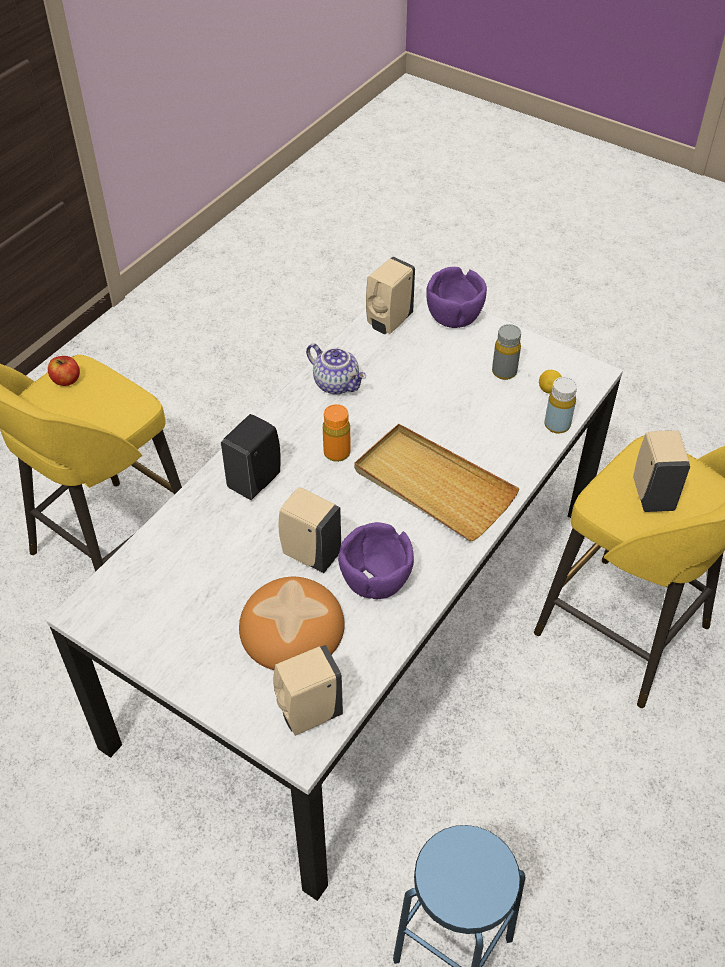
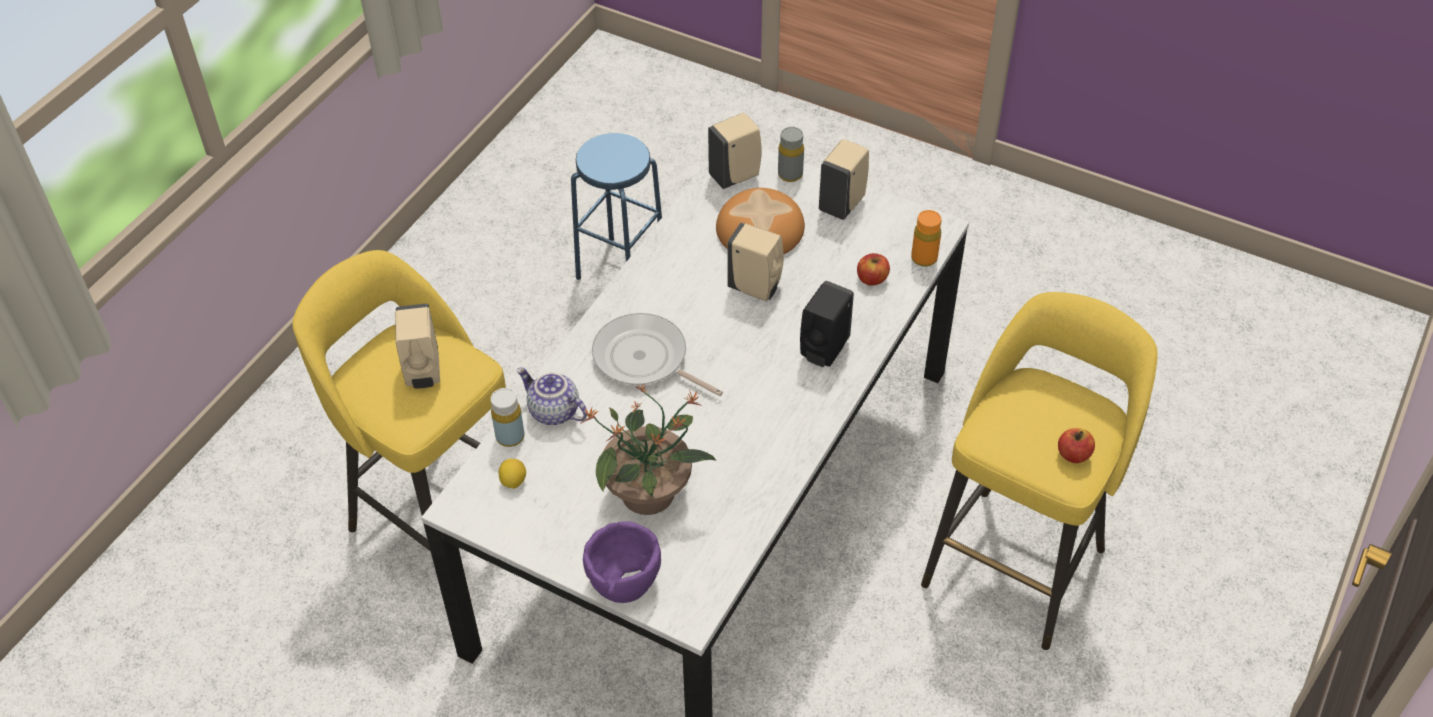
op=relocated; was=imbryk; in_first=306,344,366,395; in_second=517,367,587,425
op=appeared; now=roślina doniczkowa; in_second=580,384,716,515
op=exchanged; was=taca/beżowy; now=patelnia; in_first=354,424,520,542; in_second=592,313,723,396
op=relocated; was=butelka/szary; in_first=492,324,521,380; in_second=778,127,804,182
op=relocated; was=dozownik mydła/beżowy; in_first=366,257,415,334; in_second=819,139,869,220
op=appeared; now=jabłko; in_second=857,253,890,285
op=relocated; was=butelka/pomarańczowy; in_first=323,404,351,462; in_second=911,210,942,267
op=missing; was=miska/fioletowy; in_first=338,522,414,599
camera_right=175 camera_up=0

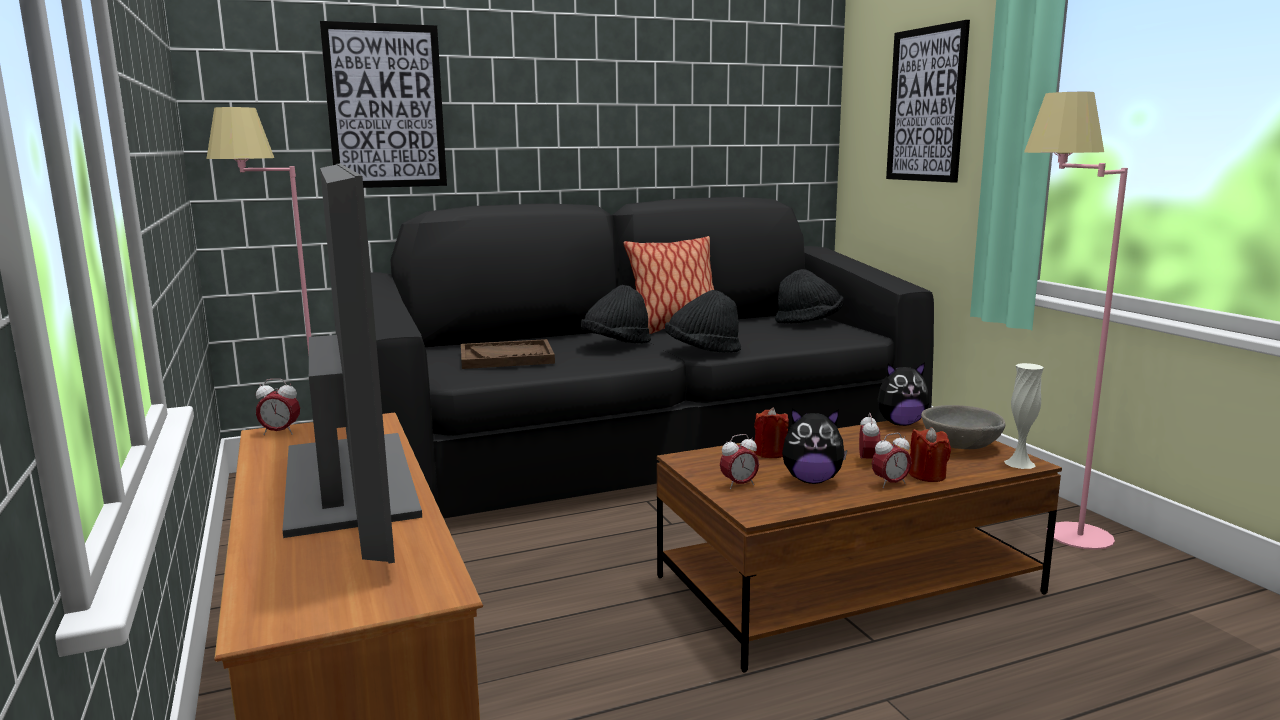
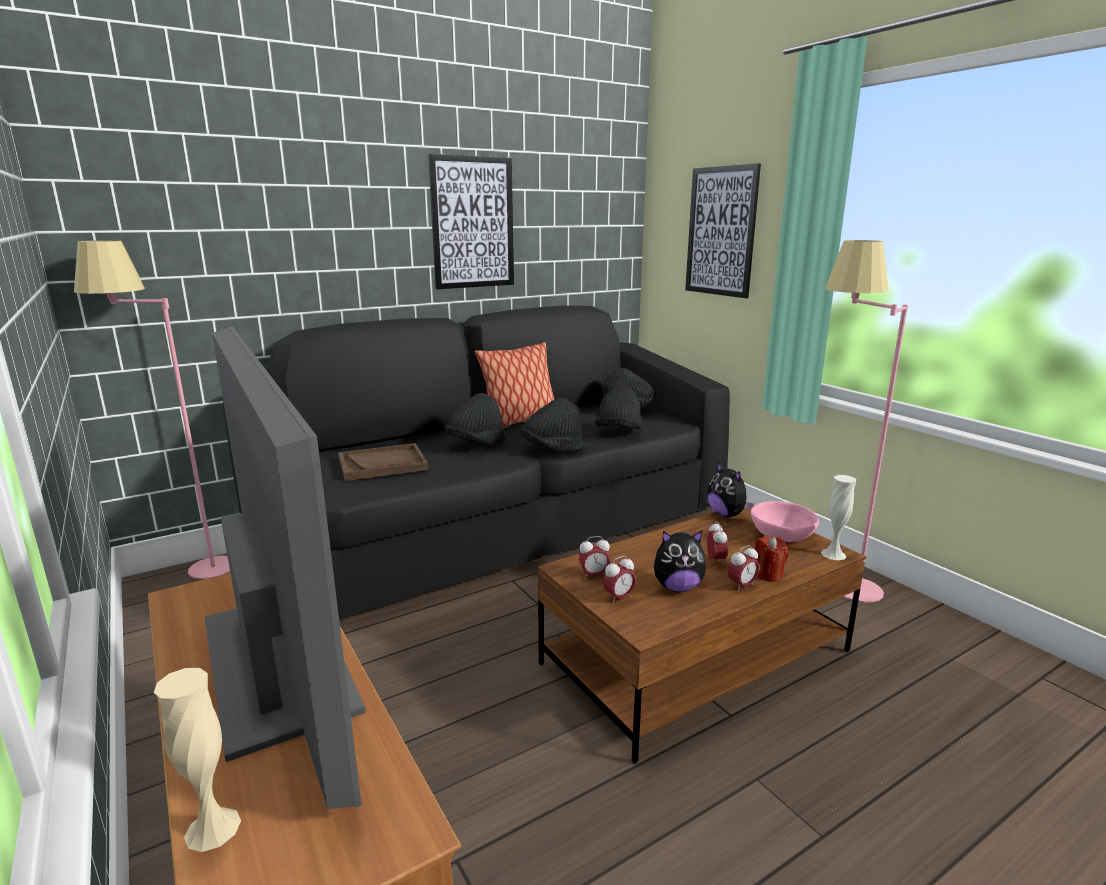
op=appeared; now=wazon/beżowy; in_second=154,668,241,852
op=relocated; was=obraz; in_first=320,21,447,188; in_second=428,154,514,289
op=relocated; was=budzik; in_first=256,379,300,435; in_second=579,536,610,579
op=appeared; now=kapelusz/czarny; in_second=595,383,642,429
op=spun; was=pluszak; in_first=877,362,929,426; in_second=707,461,754,517; clockwise=75
op=colour; was=miska/szary; now=miska/różowy; in_first=921,405,1005,449; in_second=751,501,819,542
op=missing; was=świeca/czerwony; in_first=754,408,789,458
camera_right=-10 camera_up=5

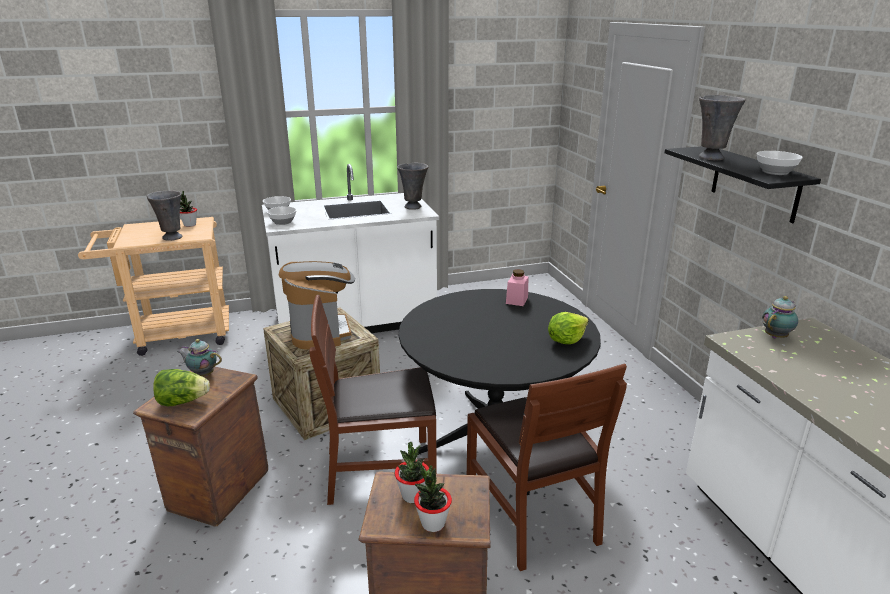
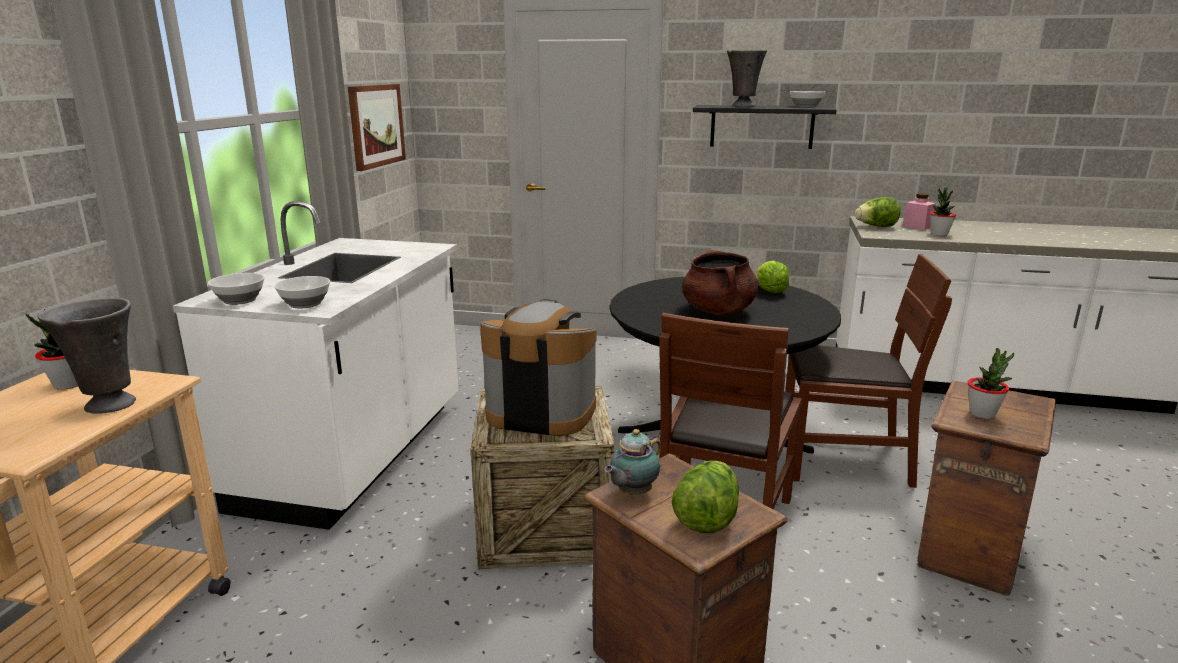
op=appeared; now=obraz; in_second=348,84,406,171
op=appeared; now=garnek/brązowy; in_second=682,250,759,315
op=exchanged; was=imbryk; now=sałata; in_first=762,296,798,338; in_second=855,197,900,227
op=relocated; was=słoik/różowy; in_first=506,269,528,306; in_second=902,193,936,230
op=relocated; was=roślina doniczkowa; in_first=414,460,452,532; in_second=929,187,956,236
op=missing; was=wazon/szary; in_first=397,163,428,210
camera_right=-60 camera_up=-5

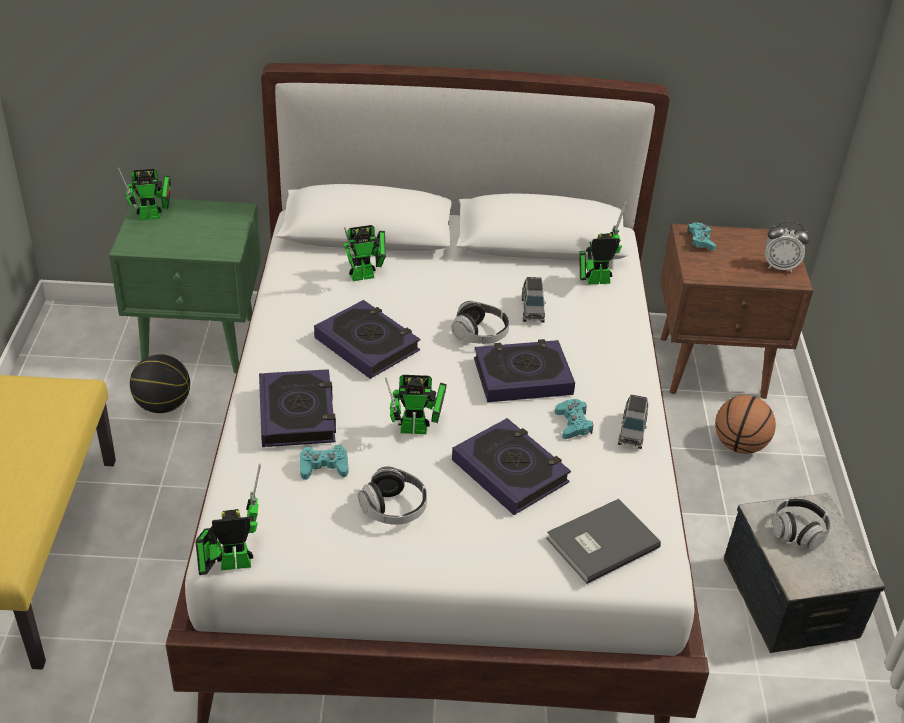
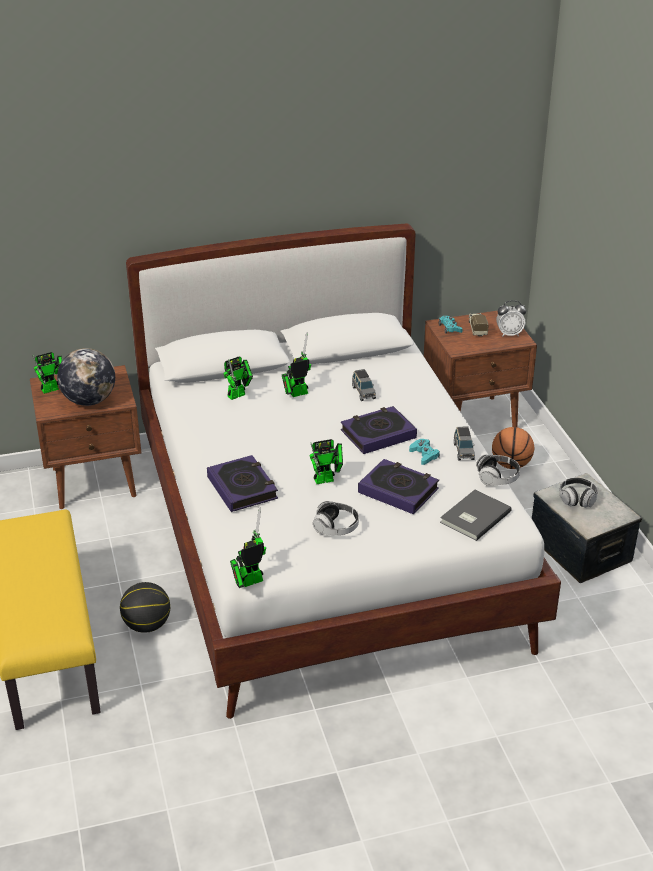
op=colour; was=szafka nocna/zielony; now=szafka nocna/brązowy; in_first=109,197,261,374; in_second=30,365,141,509
op=appeared; now=globus; in_second=57,348,115,406
op=relocated; was=piłka do koszykówki; in_first=130,354,190,413; in_second=120,582,170,633
op=relocated; was=robot zabawkowy; in_first=579,200,627,284; in_second=282,332,311,397
op=appeared; now=ciężarówka zabawkowa; in_second=468,313,489,337
op=relocated; was=słuchawki; in_first=452,300,509,344; in_second=476,455,520,486
op=missing; was=pad do gier/turkusowy; in_first=300,445,348,480
op=missing; was=książka; in_first=314,300,420,379
camera_right=-15 camera_up=-5

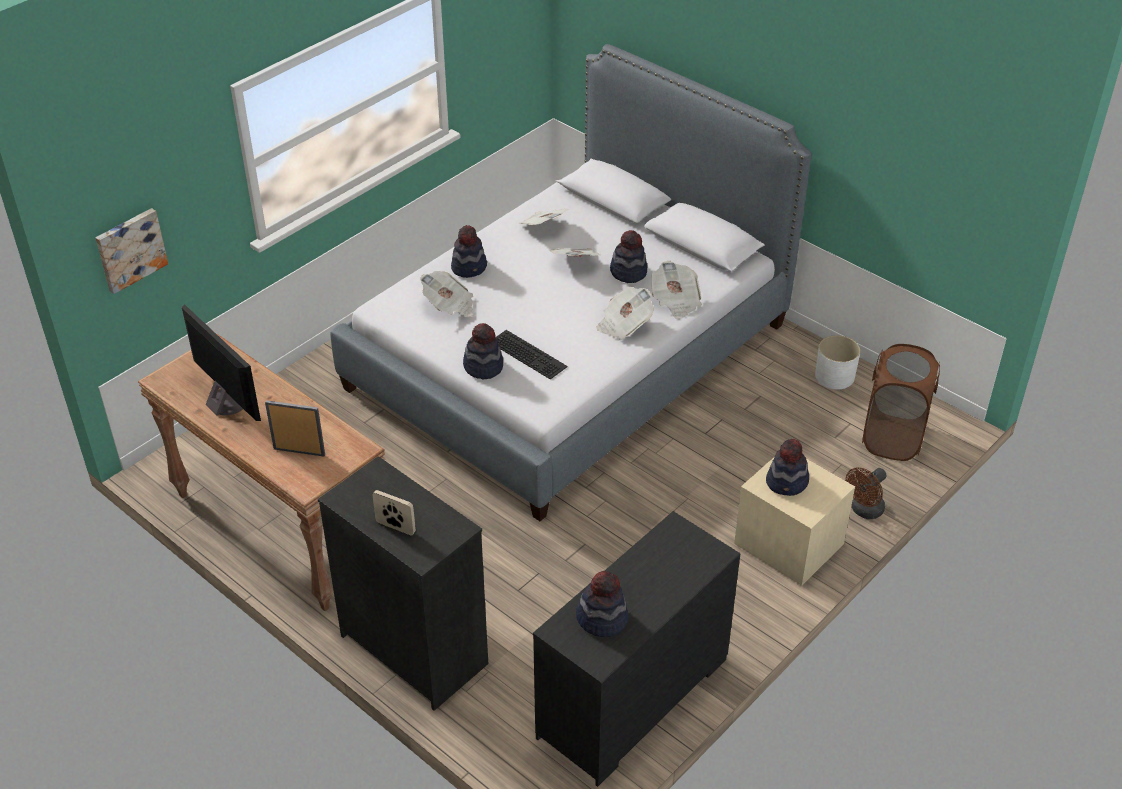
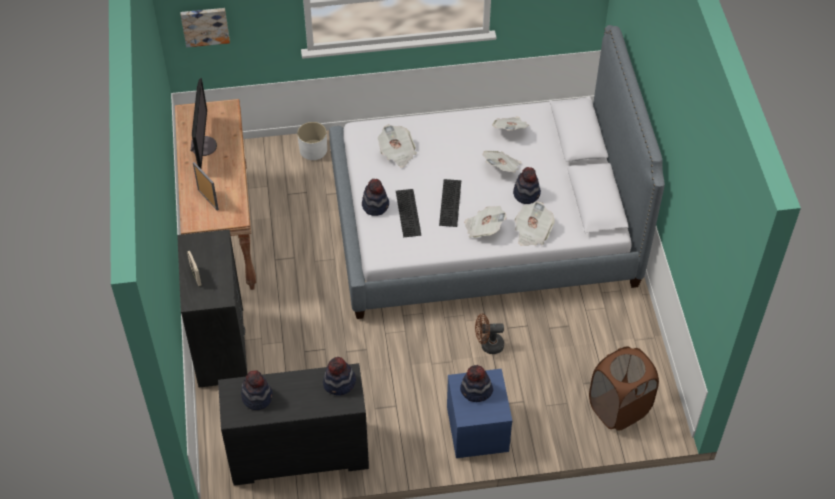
op=relocated; was=donica/biały; in_first=815,335,860,389; in_second=297,122,327,160
op=relocated; was=kapelusz; in_first=451,225,487,278; in_second=323,357,356,396
op=appeared; now=klawiatura; in_second=439,179,461,227
op=colour; was=szafka nocna/beżowy; now=szafka nocna/niebieski; in_first=734,457,855,586; in_second=447,369,512,458
op=relocated; was=wentylator/brązowy; in_first=845,467,887,519; in_second=475,314,504,354
camera_right=40 camera_up=10

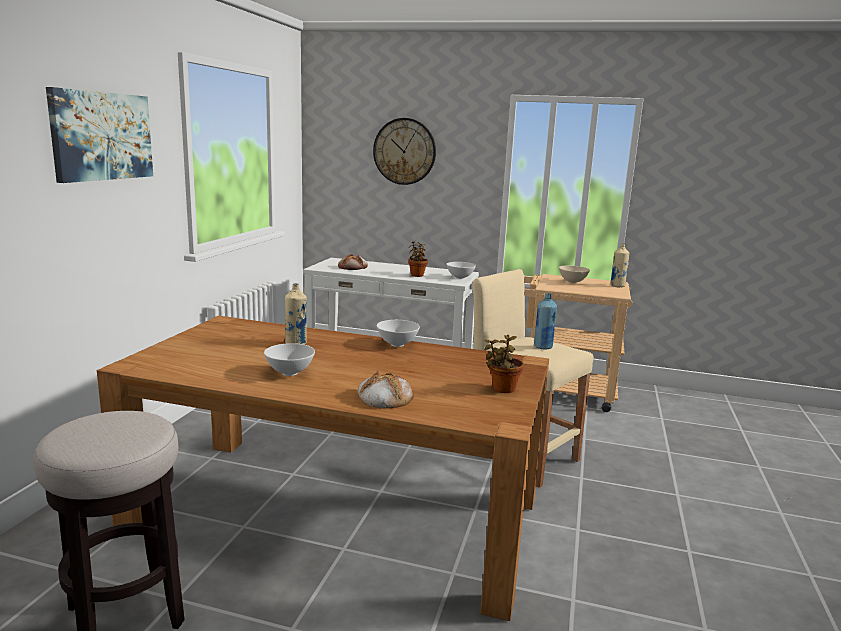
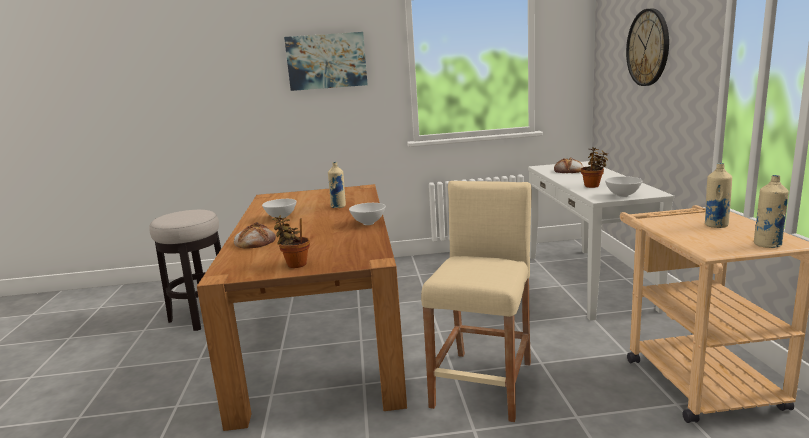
op=exchanged; was=miska/beżowy; now=butelka/beżowy; in_first=559,266,590,284; in_second=705,163,732,228
op=missing; was=butelka/niebieski; in_first=534,293,557,349
camera_right=70 camera_up=0

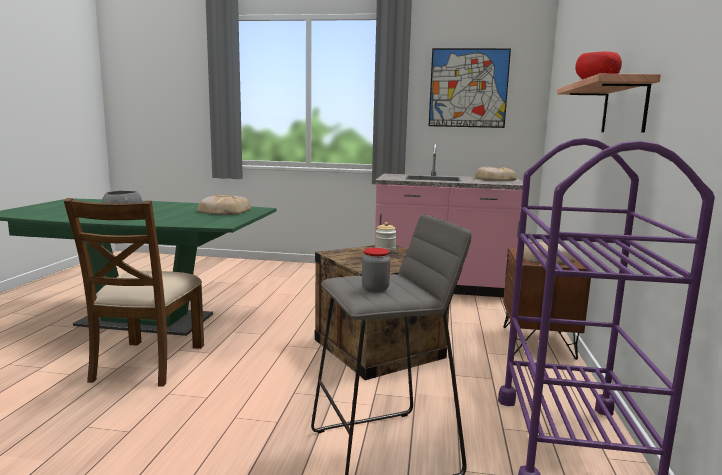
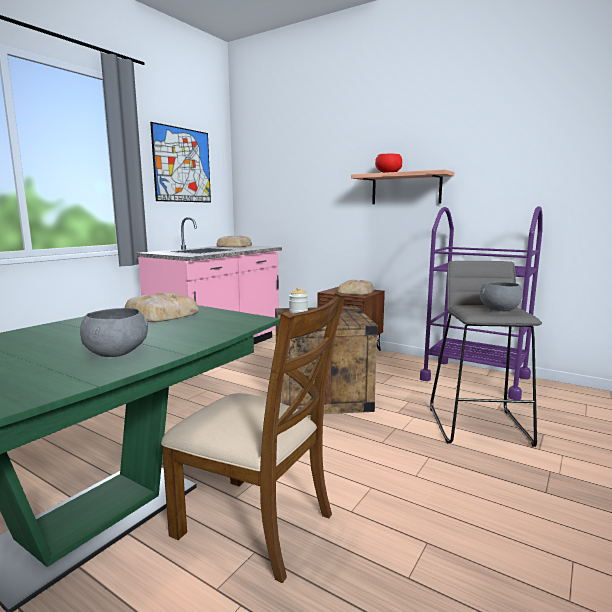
op=exchanged; was=słoik; now=miska/szary; in_first=362,248,390,292; in_second=480,282,523,311
camera_right=-65 camera_up=0

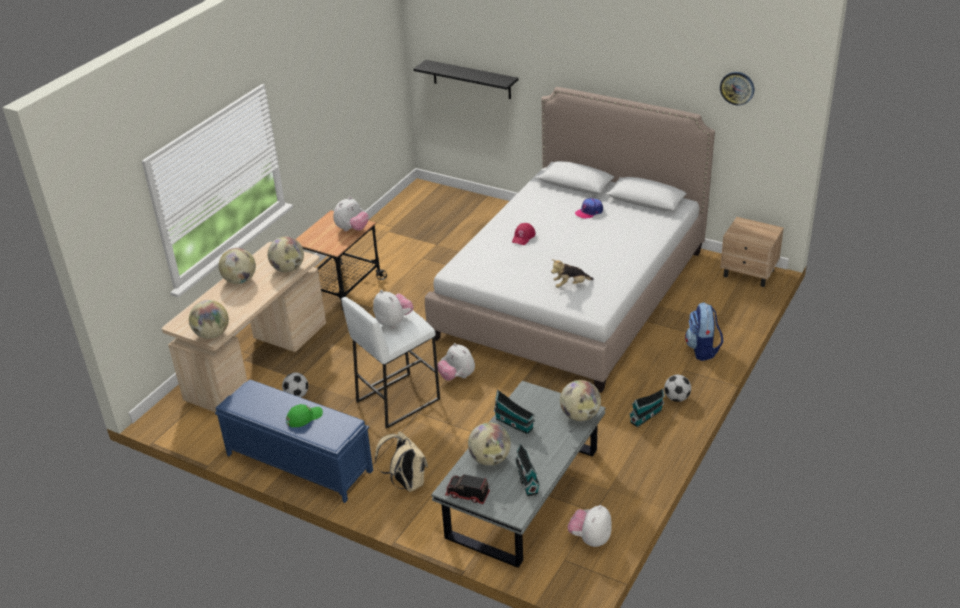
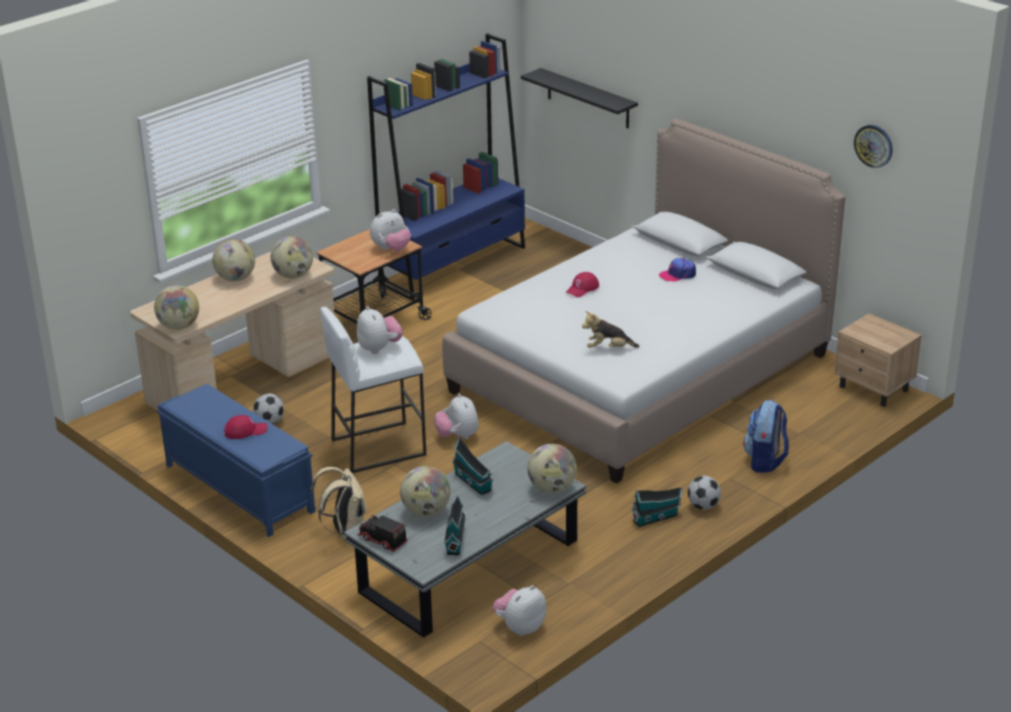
op=colour; was=czapka z daszkiem/zielony; now=czapka z daszkiem/czerwony; in_first=286,404,323,428; in_second=224,415,268,439
op=appeared; now=regał/niebieski; in_second=367,33,525,301
camera_right=15 camera_up=-5

